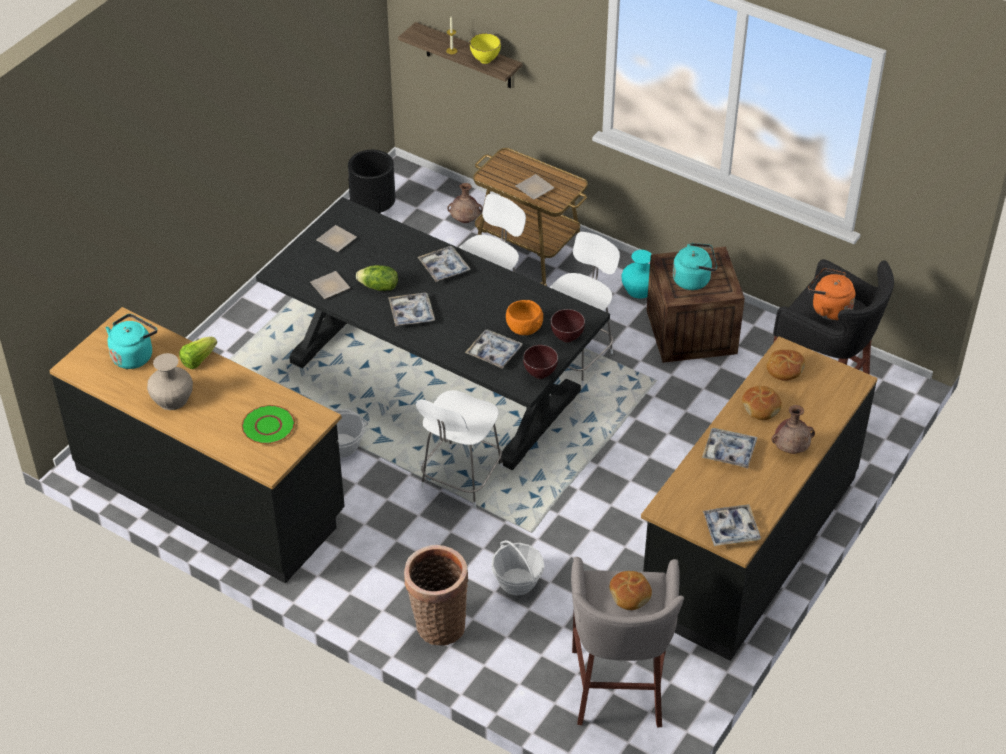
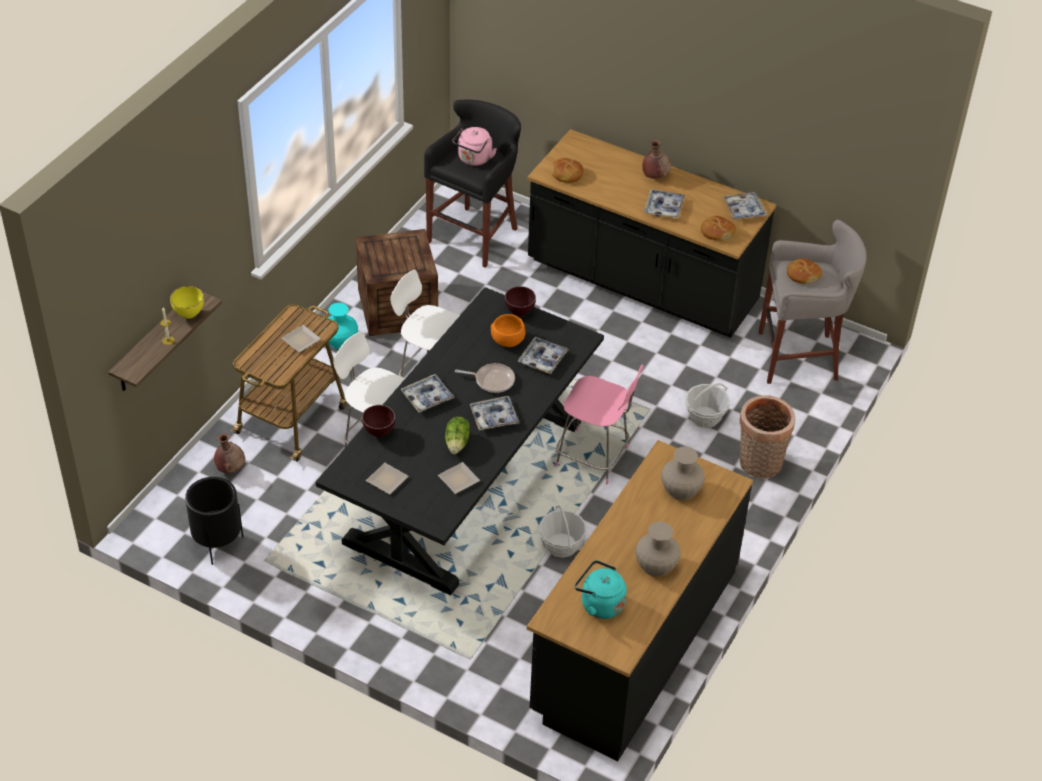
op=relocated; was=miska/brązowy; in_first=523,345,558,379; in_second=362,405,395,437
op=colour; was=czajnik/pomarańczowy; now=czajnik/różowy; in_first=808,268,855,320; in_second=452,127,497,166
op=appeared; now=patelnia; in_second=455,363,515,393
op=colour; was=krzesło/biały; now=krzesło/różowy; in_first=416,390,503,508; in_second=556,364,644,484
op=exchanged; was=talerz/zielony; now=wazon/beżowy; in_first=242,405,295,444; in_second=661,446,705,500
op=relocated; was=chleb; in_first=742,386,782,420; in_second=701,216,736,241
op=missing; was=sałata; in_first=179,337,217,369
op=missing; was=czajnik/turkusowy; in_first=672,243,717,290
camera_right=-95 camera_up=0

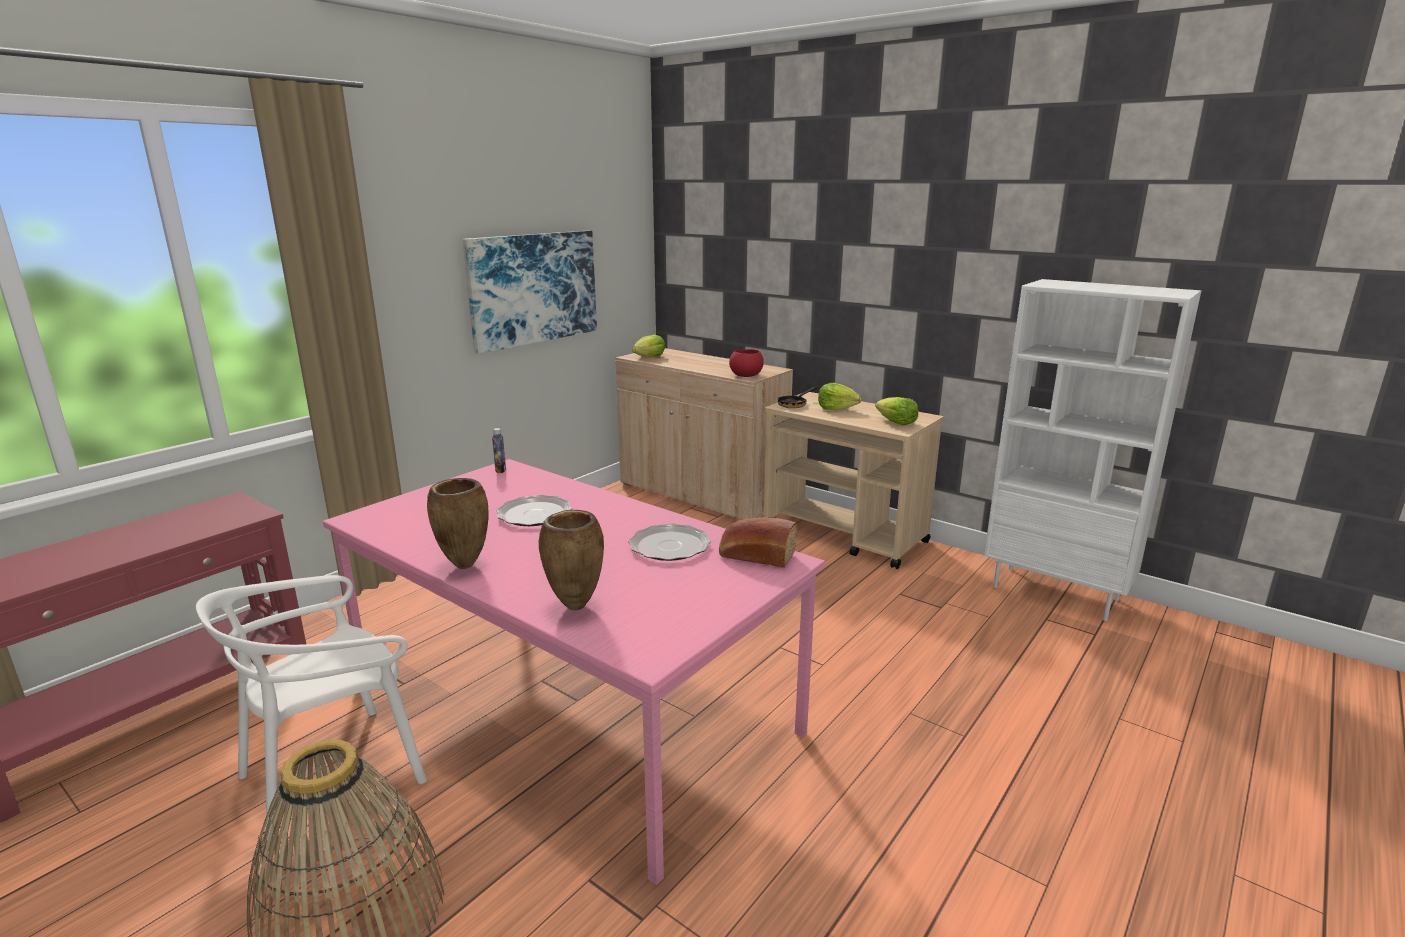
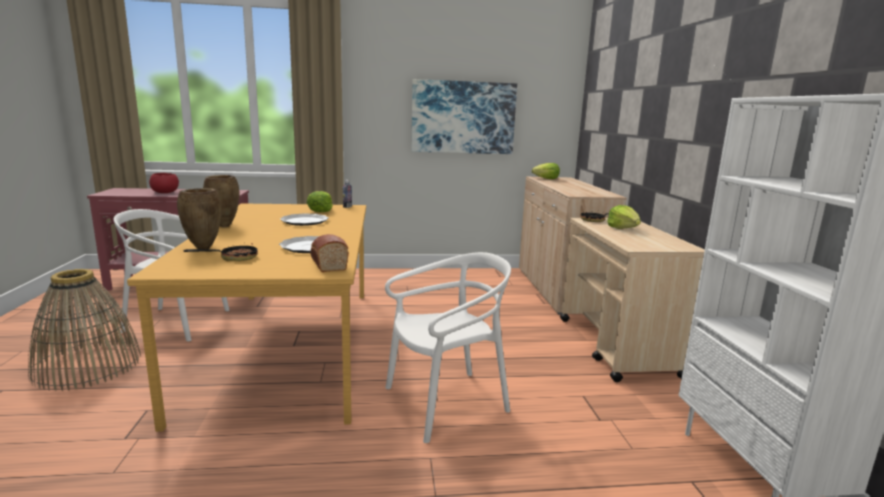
op=colour; was=stół jadalny/różowy; now=stół jadalny/pomarańczowy; in_first=323,459,825,885; in_second=127,203,366,432
op=relocated; was=miska/czerwony; in_first=729,349,764,377; in_second=149,173,179,193
op=appeared; now=patelnia; in_second=183,243,258,261
op=relocated; was=sałata; in_first=875,397,918,425; in_second=307,191,333,212
op=appeared; now=krzesło/biały; in_second=385,252,511,443
camera_right=45 camera_up=-5

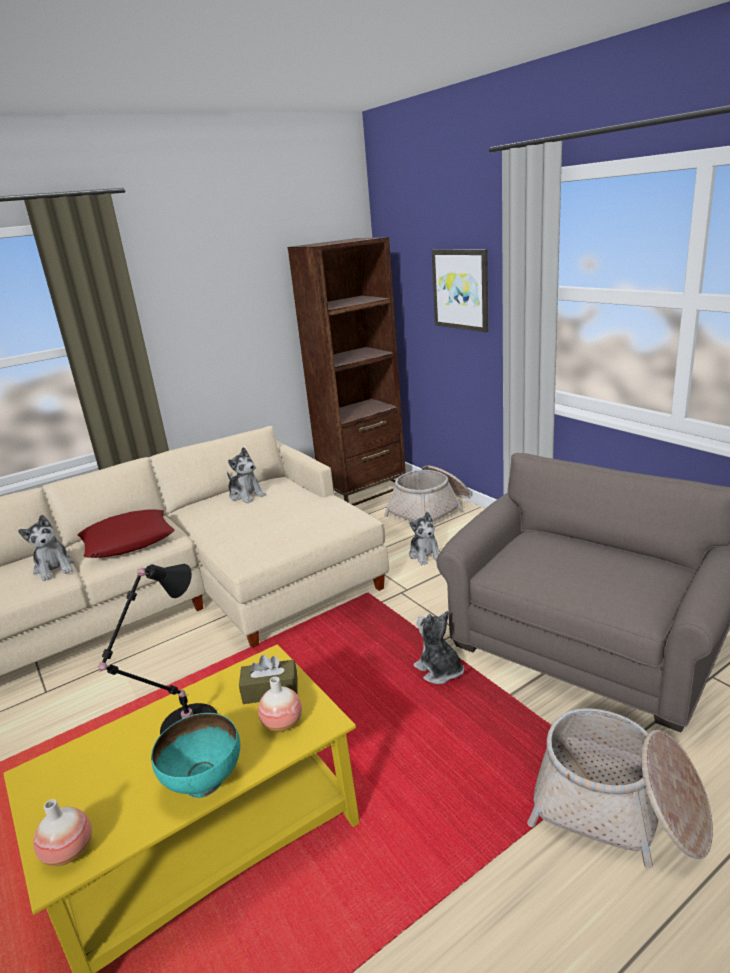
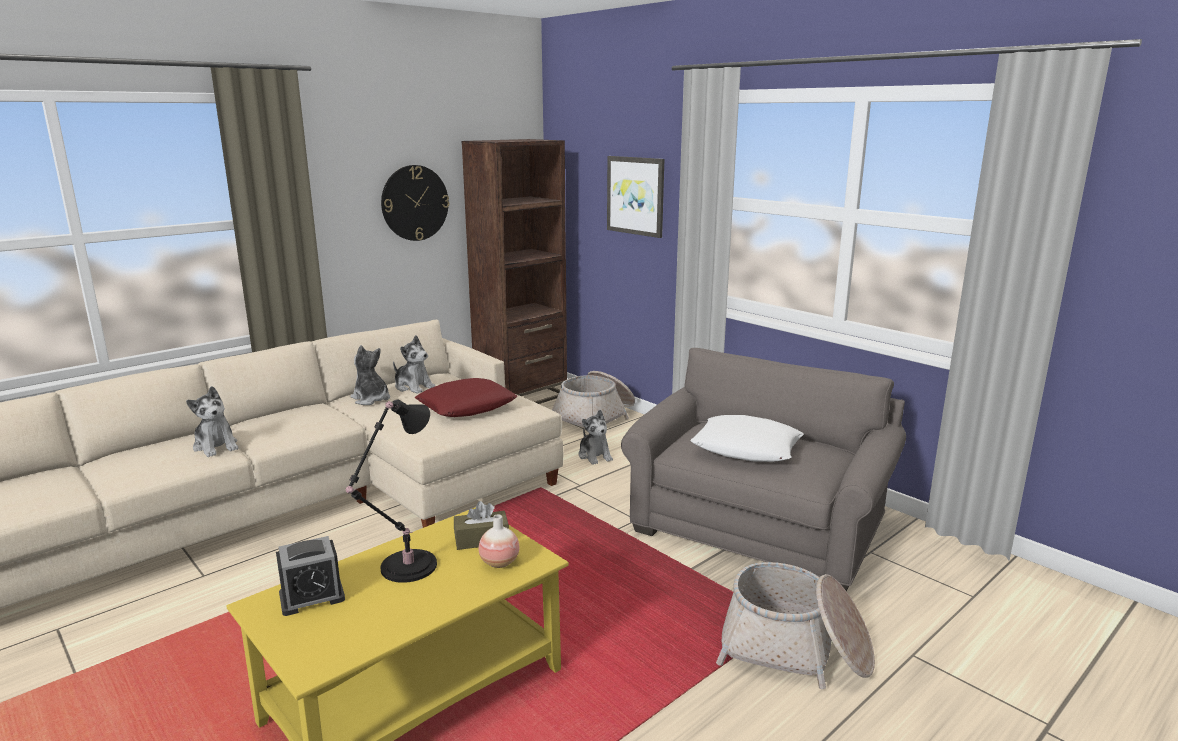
op=appeared; now=budzik; in_second=276,536,345,616
op=relocated; was=pluszak; in_first=413,611,464,684; in_second=350,345,390,405
op=appeared; now=zegar ścienny; in_second=381,165,449,241
op=relocated; was=poduszka/czerwony; in_first=77,509,175,558; in_second=415,378,517,417
op=appeared; now=poduszka/biały; in_second=691,415,804,462
op=missing; was=wazon; in_first=33,799,92,866
op=missing; was=miska/turkusowy; in_first=151,713,240,798
camera_right=-10 camera_up=-5

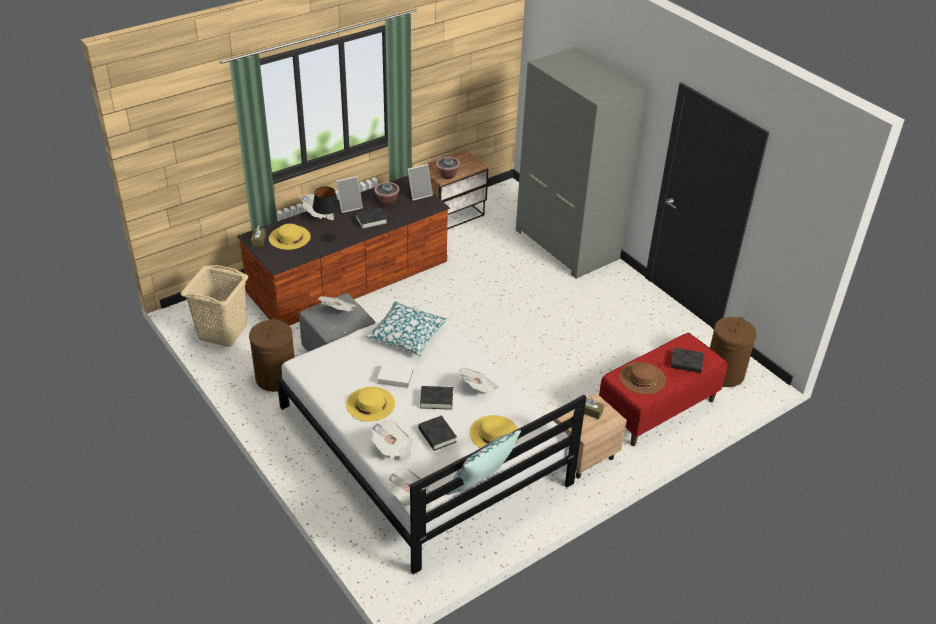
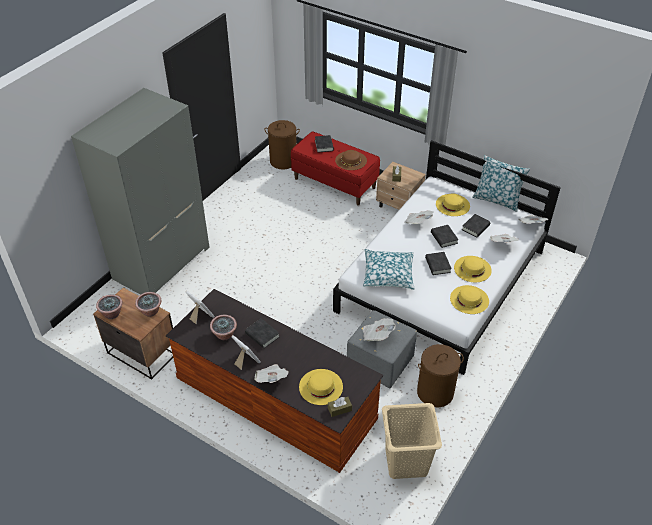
op=appeared; now=roślina doniczkowa; in_second=96,294,123,319
op=colour; was=książka/biały; now=książka/czarny; in_first=377,363,414,389; in_second=425,252,452,275
op=appeared; now=kapelusz/żółty; in_second=450,285,489,314
op=missing; was=lampa stołowa/czarny; in_first=313,186,339,242
camera_right=-110 camera_up=5

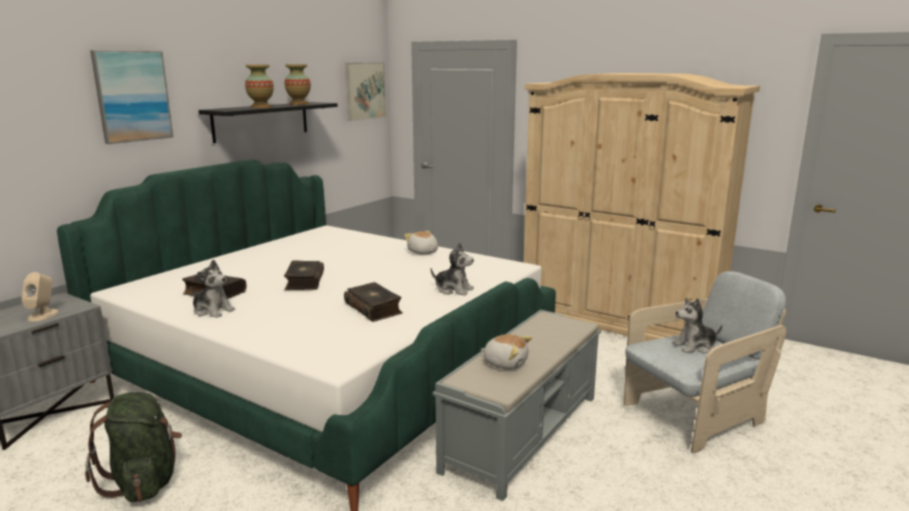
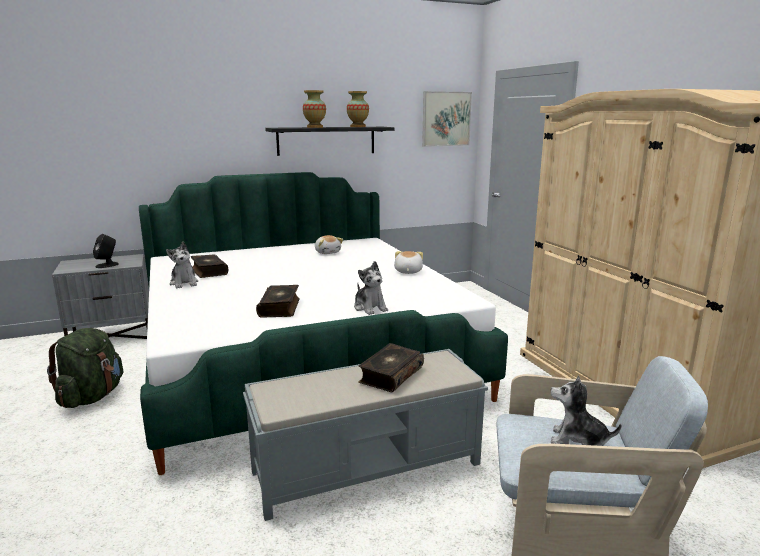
op=colour; was=głośnik/beżowy; now=głośnik/czarny; in_first=21,272,59,322; in_second=93,234,119,268
op=relocated; was=pluszak; in_first=480,334,532,370; in_second=315,235,343,254
op=relocated; was=książka; in_first=284,260,324,290; in_second=359,343,424,392
op=missing; was=obraz; in_first=90,50,173,144
camera_right=35 camera_up=0

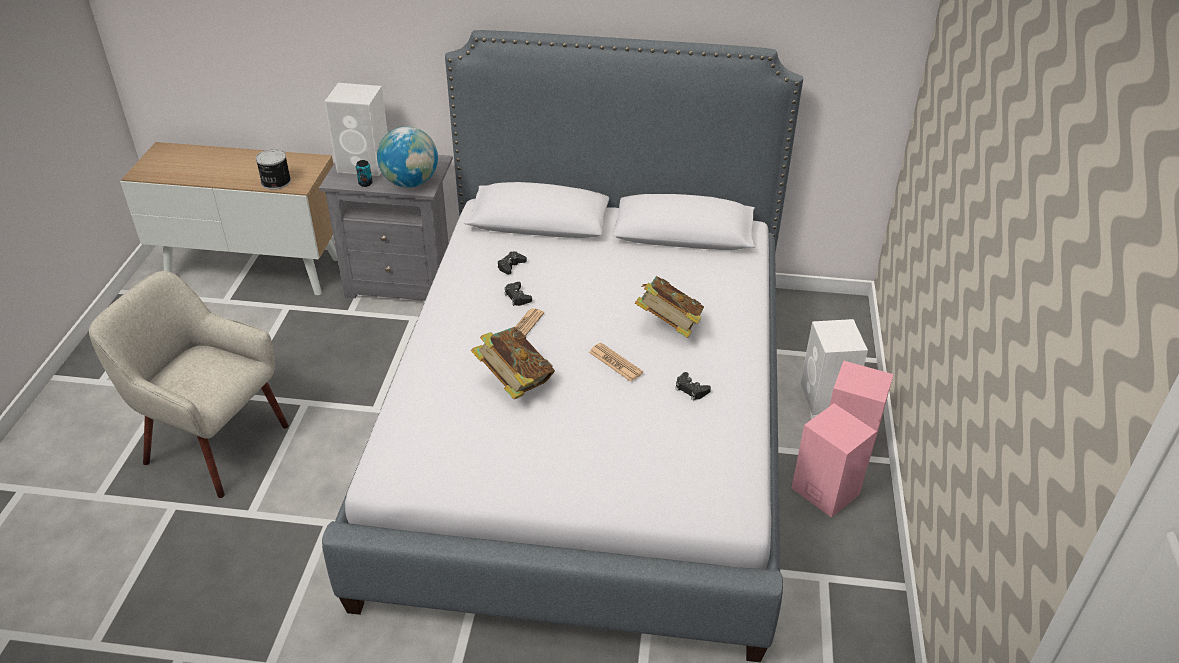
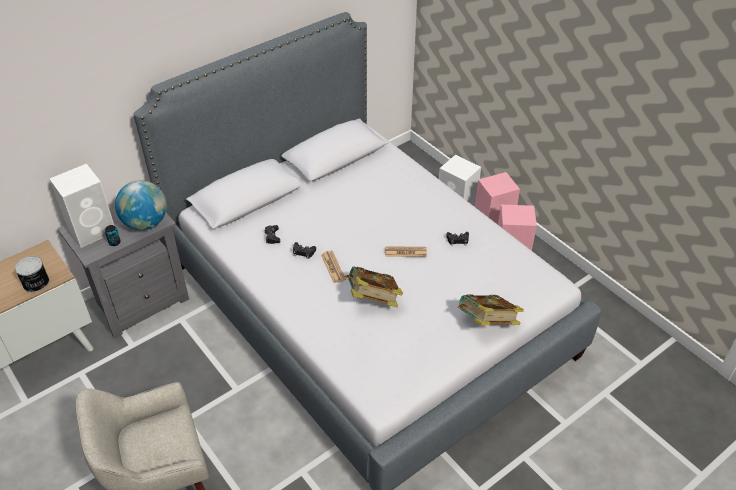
op=relocated; was=książka; in_first=635,276,704,338; in_second=457,295,524,325
camera_right=-45 camera_up=5

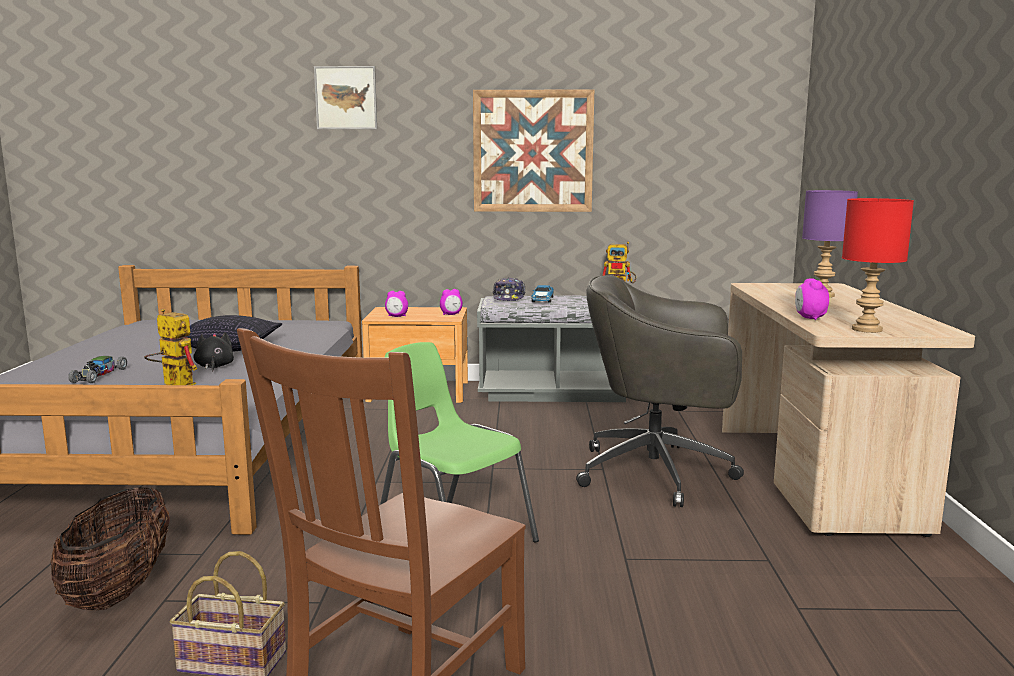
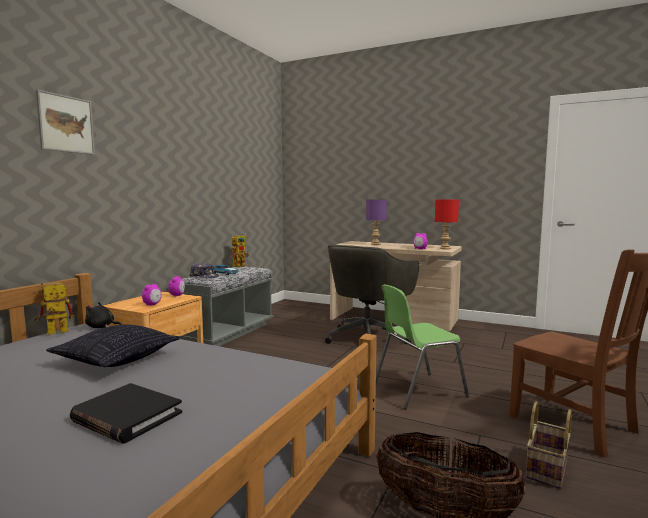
op=relocated; was=robot zabawkowy; in_first=144,309,197,385; in_second=34,282,74,335
op=exchanged; was=samochodzik; now=książka/czarny; in_first=68,356,127,383; in_second=70,383,182,444
op=relocated; was=pluszak/czarny; in_first=193,332,234,371; in_second=85,302,122,328
op=missing; was=obraz; in_first=473,90,594,212
camera_right=-65 camera_up=-5

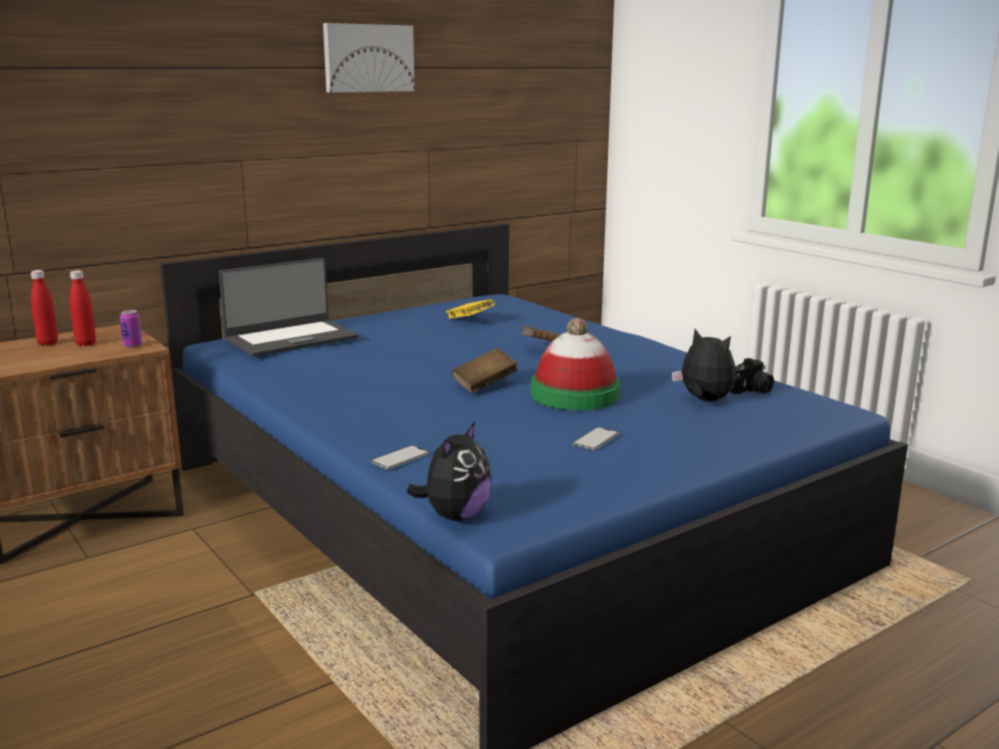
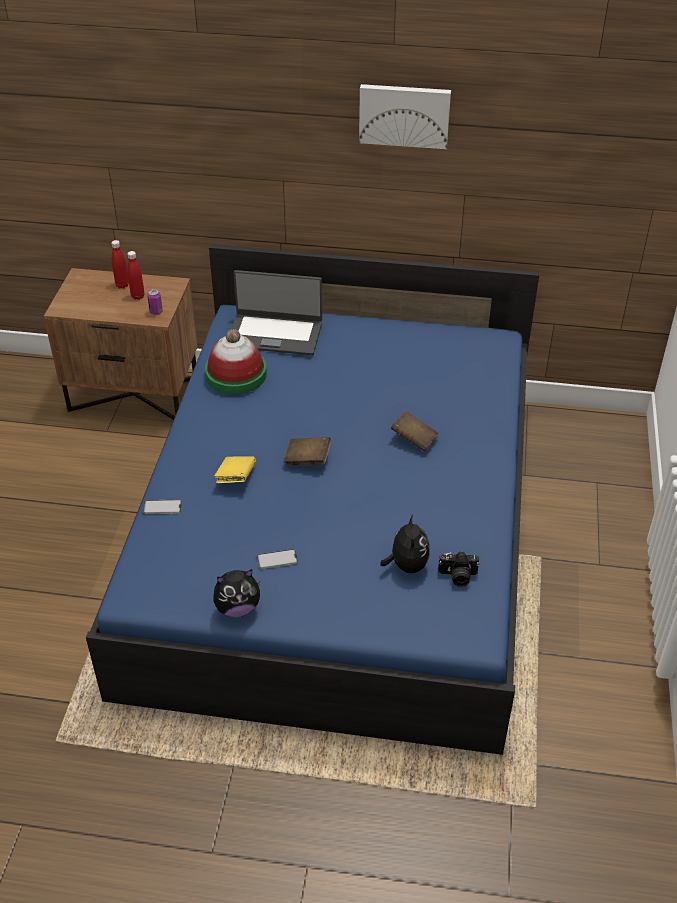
op=relocated; was=kapelusz; in_first=531,318,620,410; in_second=205,329,267,394
op=relocated; was=pluszak; in_first=407,422,491,521; in_second=213,569,260,618
op=relocated; was=książka/żółty; in_first=446,299,495,319; in_second=214,456,256,483
camera_right=45 camera_up=25

